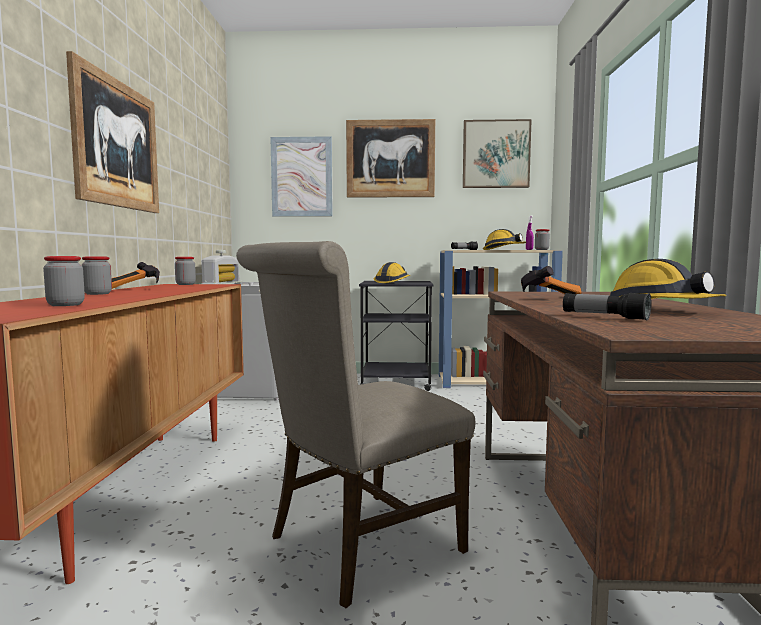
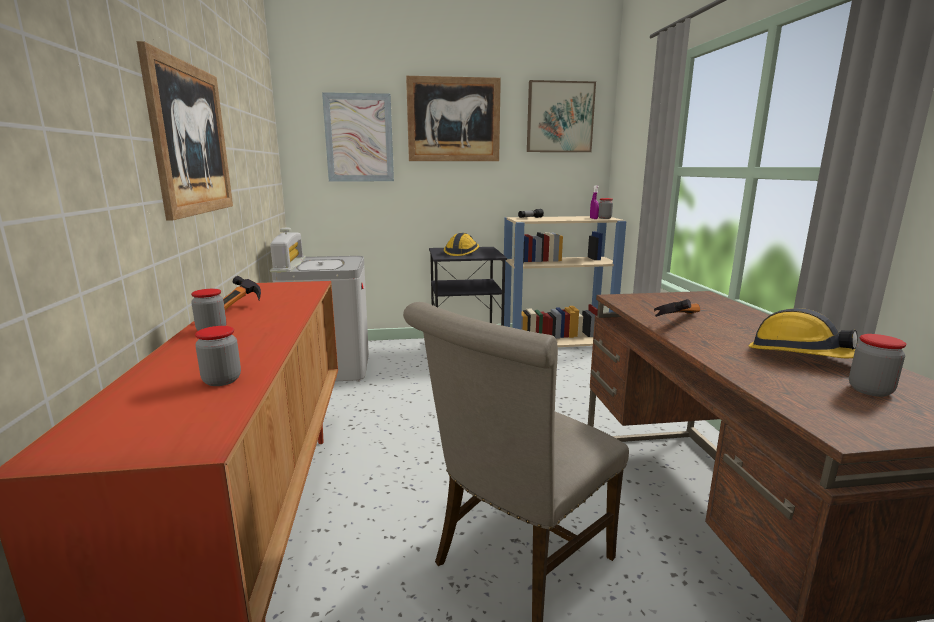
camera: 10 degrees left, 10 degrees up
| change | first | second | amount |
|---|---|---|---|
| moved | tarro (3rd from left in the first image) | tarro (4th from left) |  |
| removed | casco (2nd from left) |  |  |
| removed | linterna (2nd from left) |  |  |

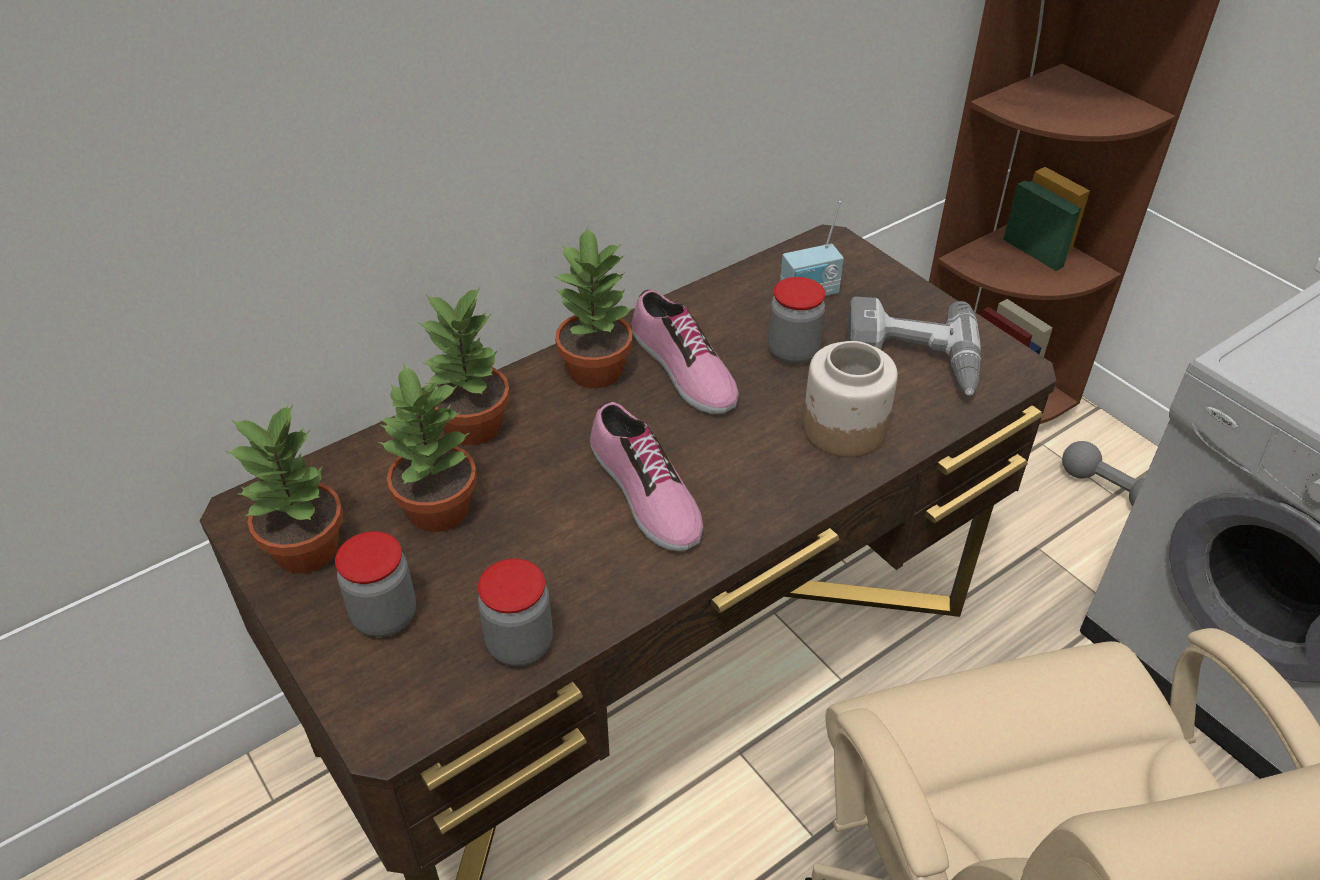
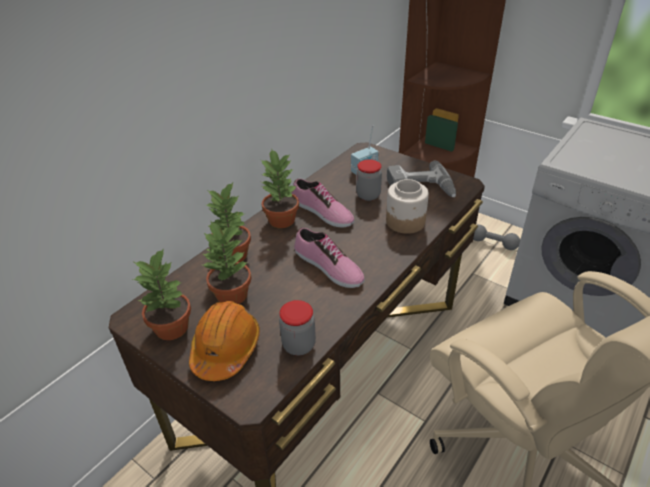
camera: 15 degrees left, 5 degrees down
| change | first | second | amount |
|---|---|---|---|
| replaced | tarro (1st from left) | casco [naranja] |  |

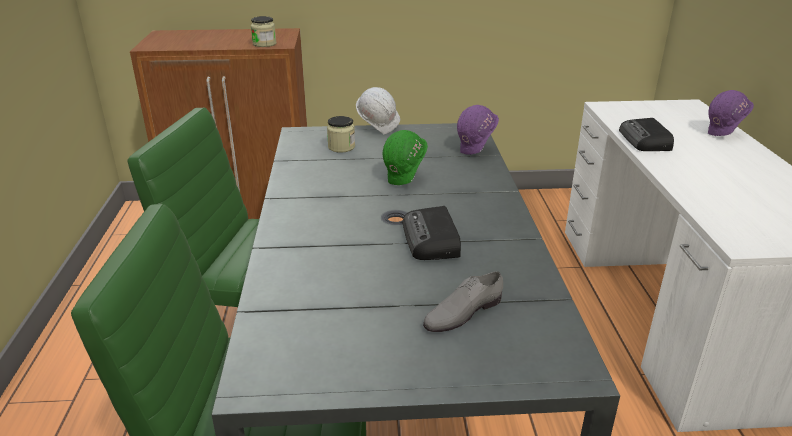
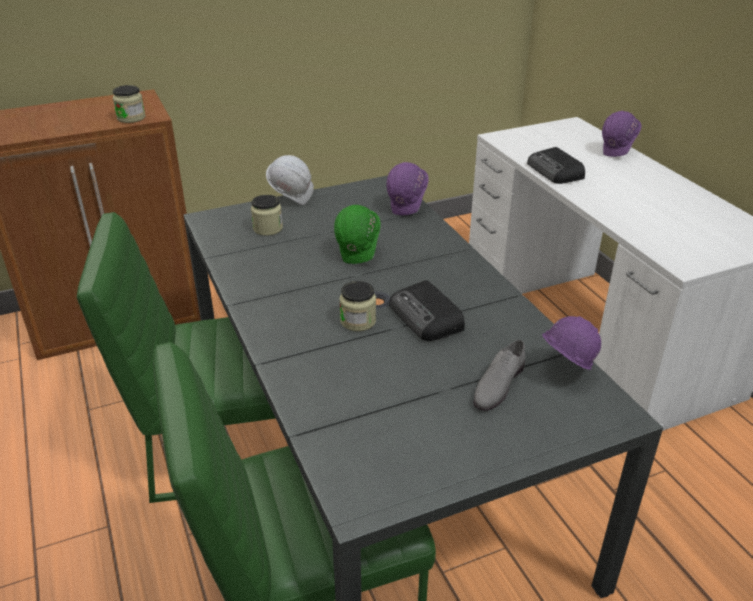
camera: 20 degrees left, 5 degrees up
| change | first | second | amount |
|---|---|---|---|
| added |  | tarro (3rd from left) |  |
| added |  | casco [morado] (2nd from left) |  |

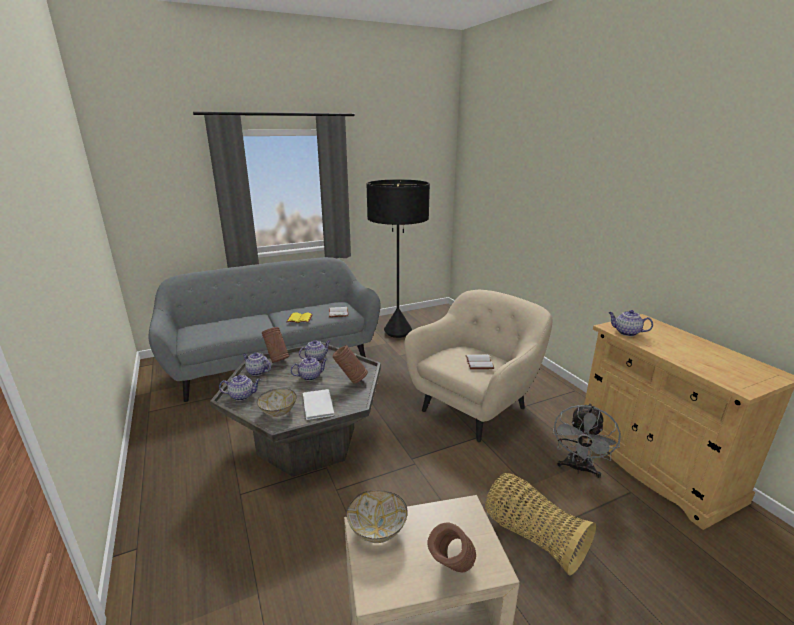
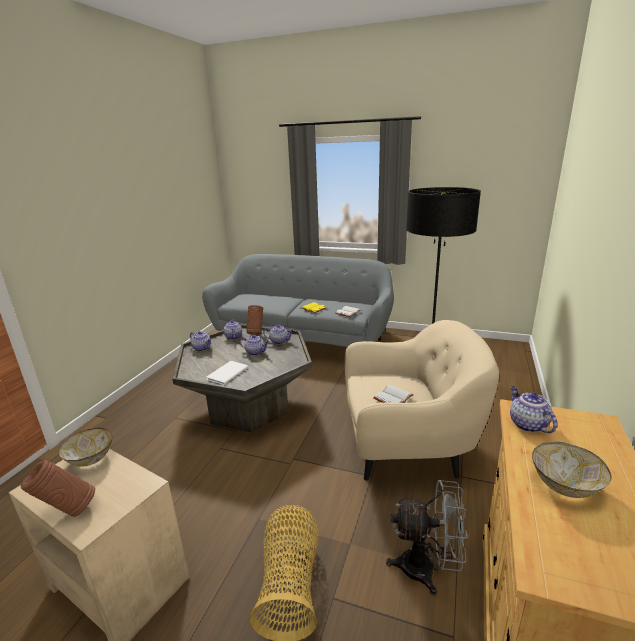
camera: 45 degrees right, 0 degrees up
| change | first | second | amount |
|---|---|---|---|
| turned | ventilador [gris] |  | 150 degrees counterclockwise |
| moved | cuenco (1st from left in the first image) | cuenco (2nd from left) |  |
| removed | florero [marrón] (2nd from left) |  |  |

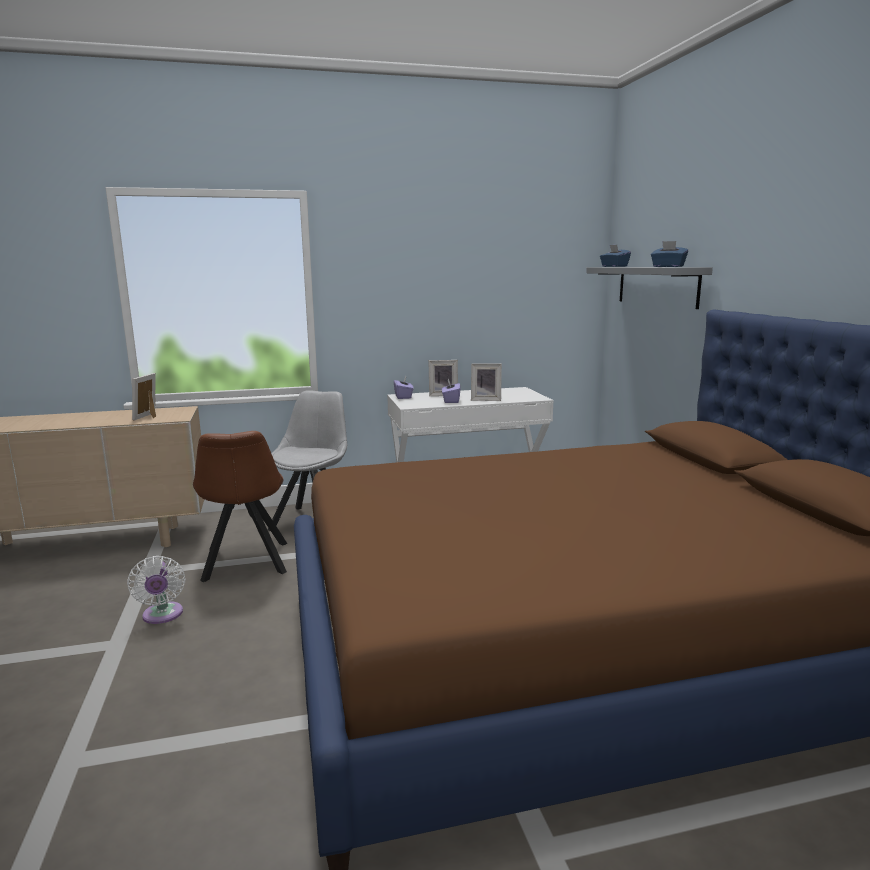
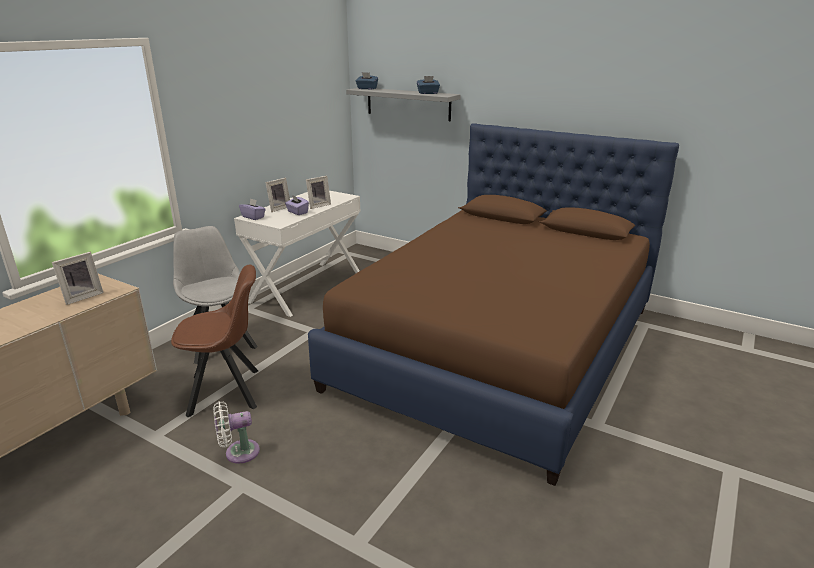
camera: 45 degrees left, 10 degrees up
| change | first | second | amount |
|---|---|---|---|
| turned | portarretratos (1st from left) |  | 105 degrees counterclockwise |
| turned | silla [marrón] |  | 45 degrees counterclockwise |
| turned | ventilador [blanco] |  | 135 degrees clockwise |

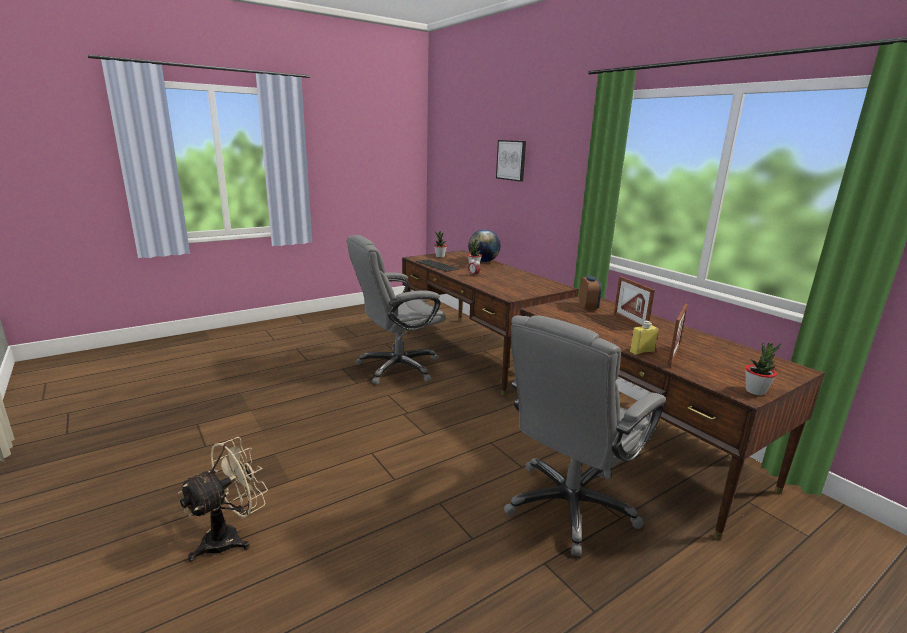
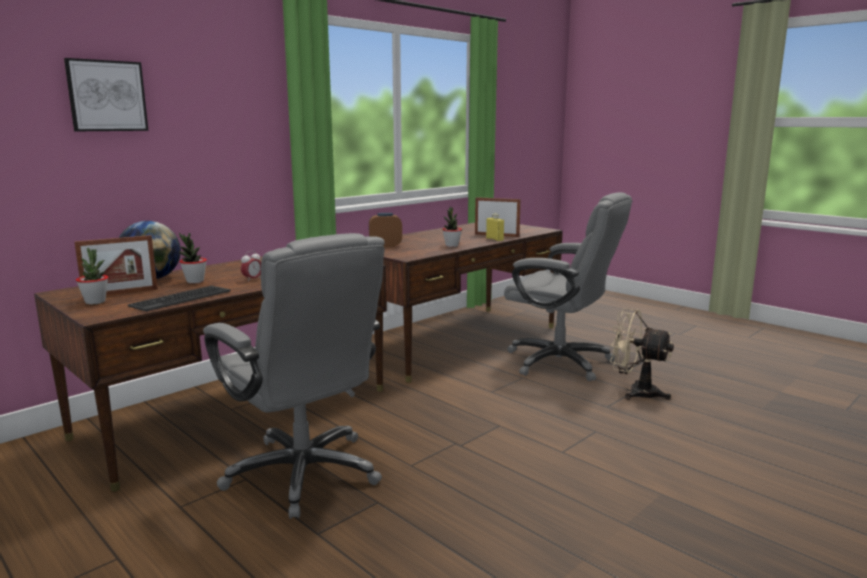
camera: 100 degrees left, 5 degrees down
| change | first | second | amount |
|---|---|---|---|
| moved | portarretratos (1st from left) |  |  |
| moved | planta en maceta (3rd from left) |  |  |
| moved | ventilador [beis] |  |  |

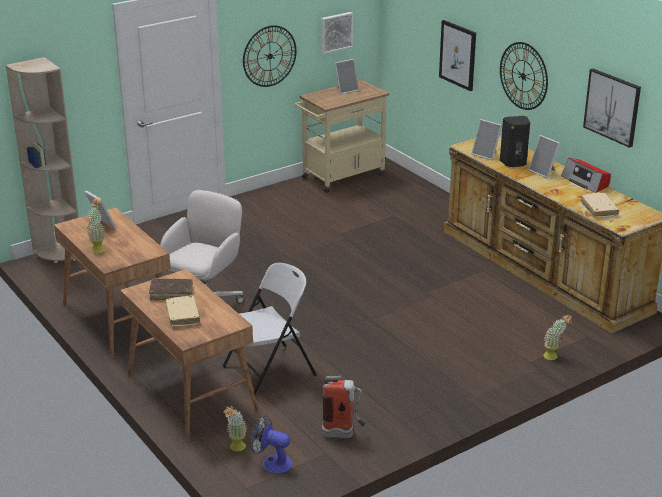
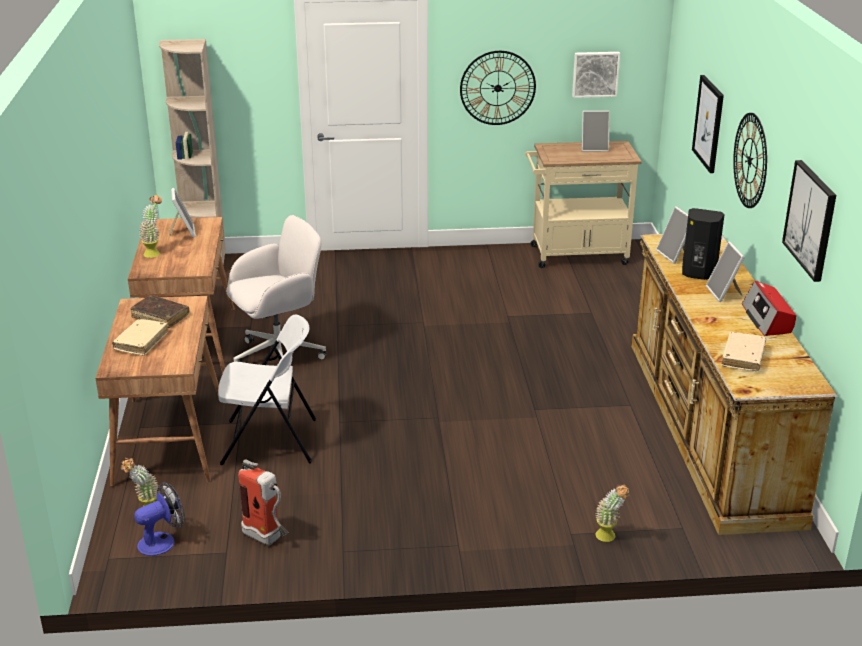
camera: 30 degrees right, 0 degrees up
| change | first | second | amount |
|---|---|---|---|
| turned | ventilador |  | 90 degrees clockwise |

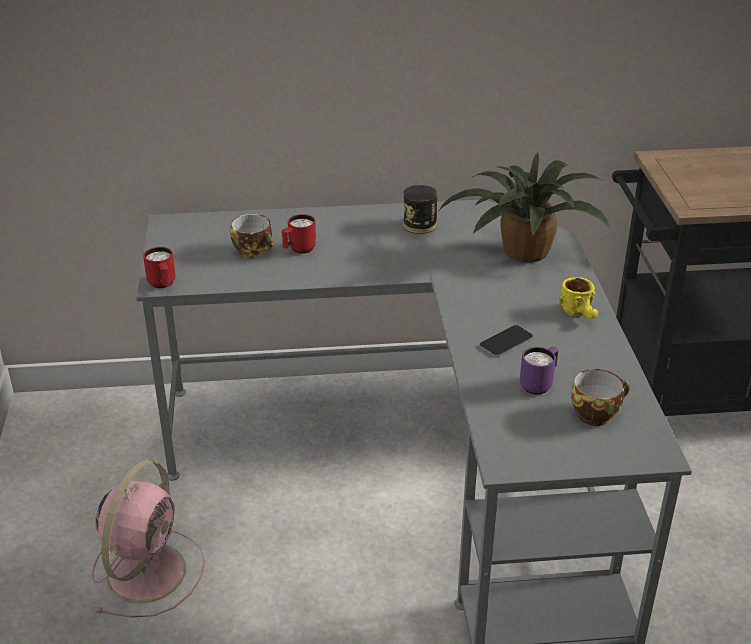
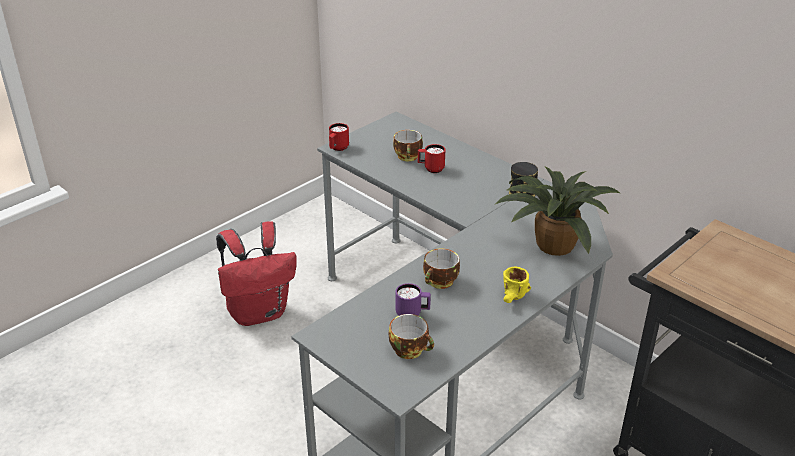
camera: 50 degrees right, 0 degrees up
| change | first | second | amount |
|---|---|---|---|
| replaced | ventilador [rosa] | mochila [rojo] |  |
| replaced | móvil | taza (3rd from left) |  |

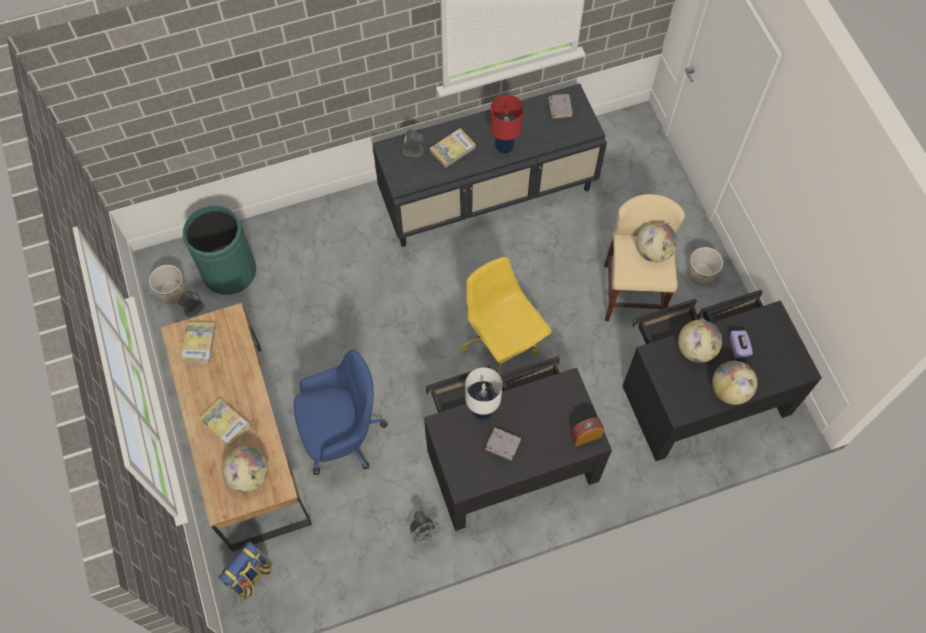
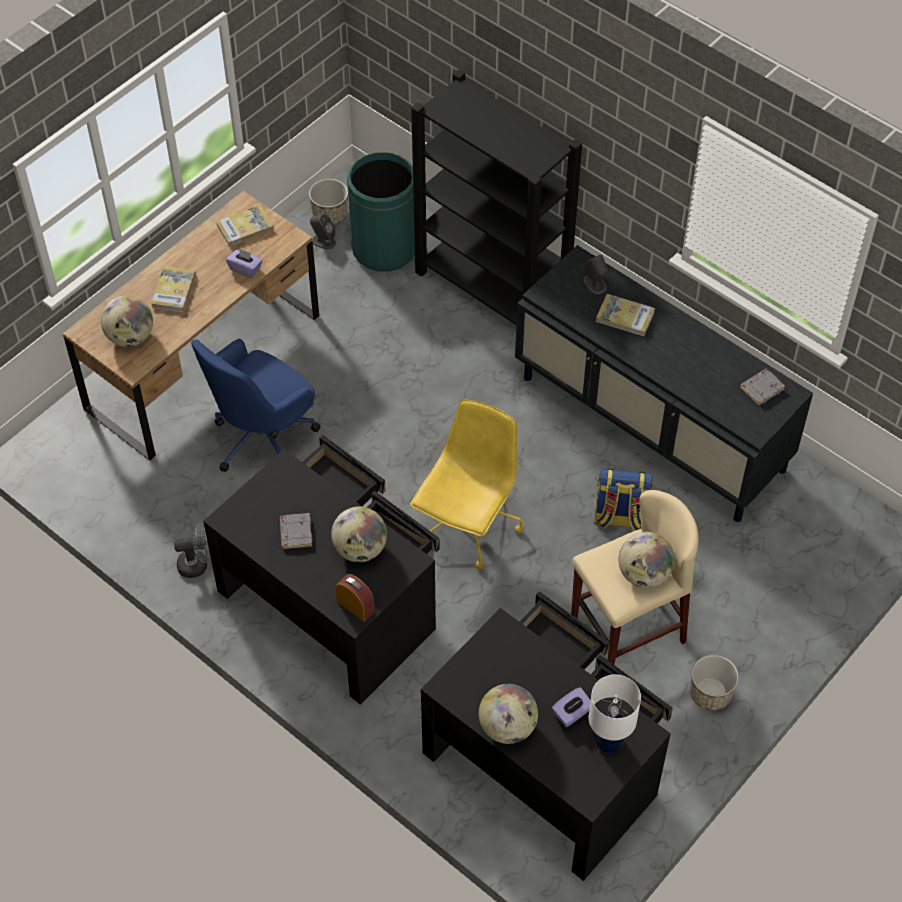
camera: 60 degrees right, 10 degrees down
| change | first | second | amount |
|---|---|---|---|
| turned | ventilador [gris] |  | 135 degrees counterclockwise |
| turned | silla de oficina [azul] |  | 90 degrees clockwise |
| added |  | caja de pañuelos [morado] (1st from left) |  |
| moved | globo terráqueo (3rd from left in the first image) | globo terráqueo (2nd from left) |  |
| added |  | estantería [negro] |  |
| moved | lámpara de mesa [blanco] |  |  |
| moved | mochila |  |  |
| removed | lámpara de mesa [rojo] |  |  |

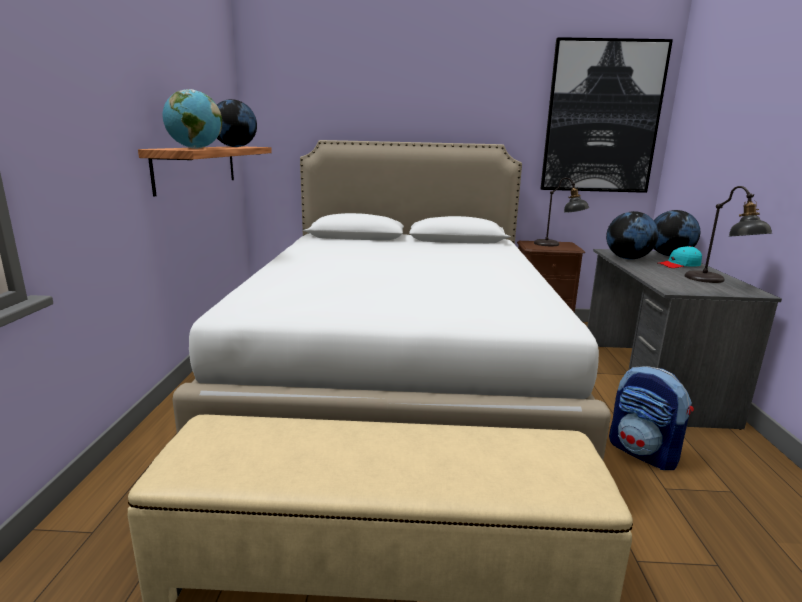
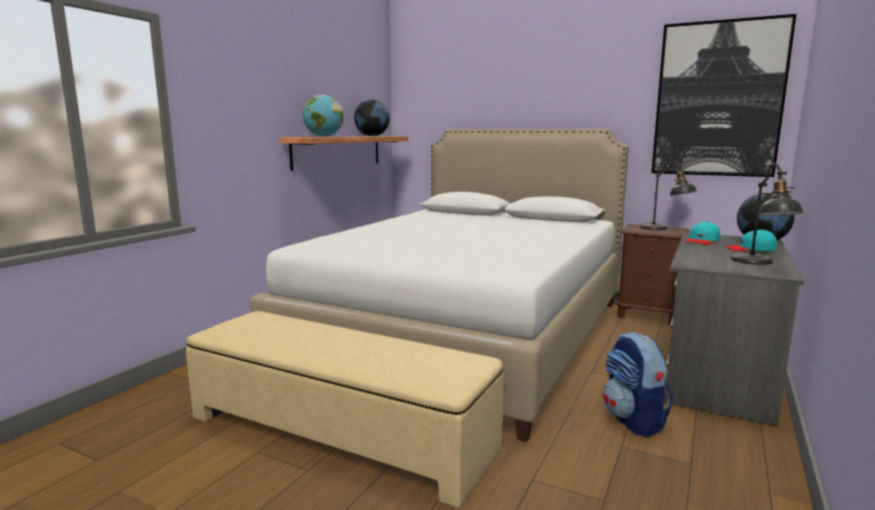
camera: 25 degrees right, 5 degrees down
| change | first | second | amount |
|---|---|---|---|
| replaced | globo terráqueo (3rd from left) | gorra [turquesa] (1st from left) |  |

